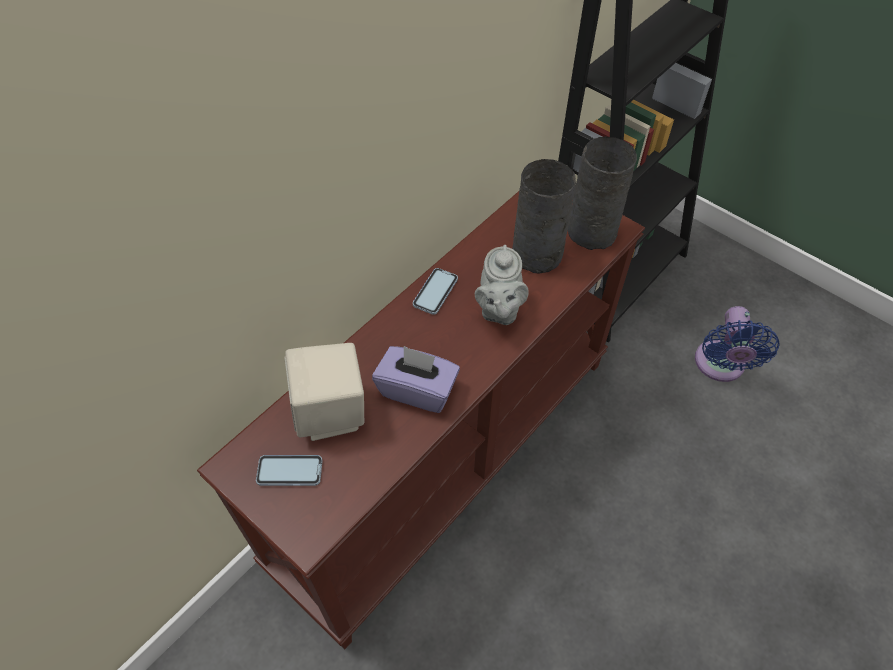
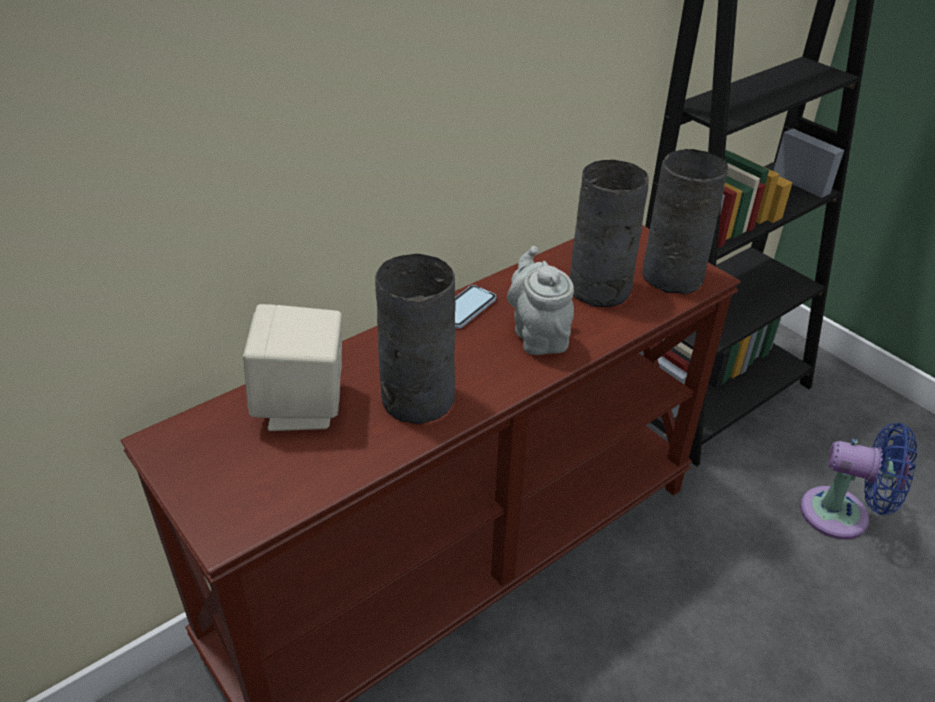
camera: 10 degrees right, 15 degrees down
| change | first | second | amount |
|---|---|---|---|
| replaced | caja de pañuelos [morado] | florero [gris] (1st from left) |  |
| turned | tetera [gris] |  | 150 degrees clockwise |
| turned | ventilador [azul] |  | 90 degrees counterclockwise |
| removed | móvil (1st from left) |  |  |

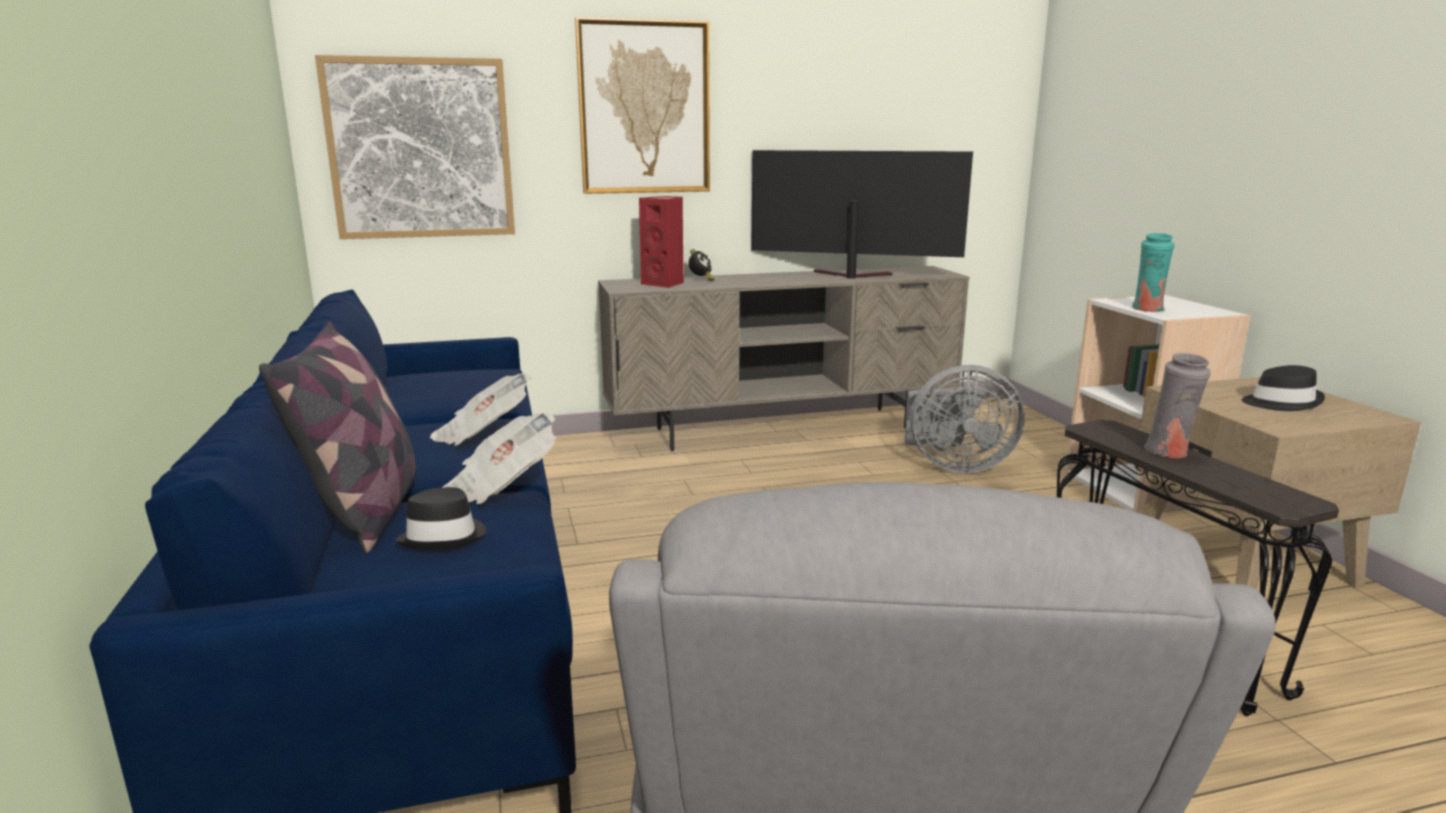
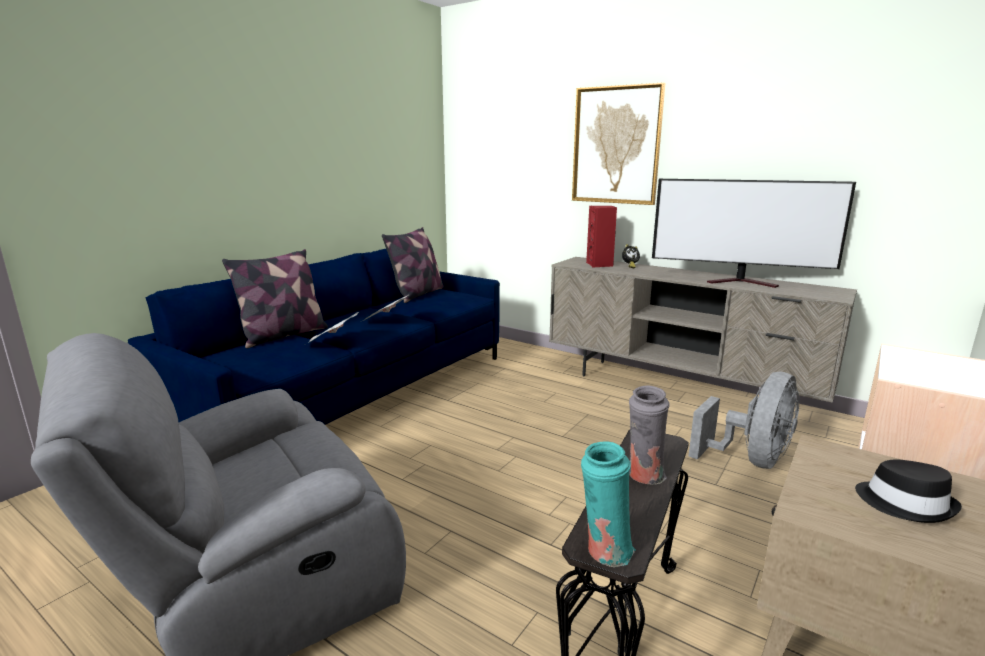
camera: 50 degrees right, 0 degrees up
| change | first | second | amount |
|---|---|---|---|
| added |  | cojín (2nd from left) |  |
| moved | florero [turquesa] |  |  |
| turned | televisor |  | 135 degrees clockwise |
| turned | ventilador [gris] |  | 105 degrees counterclockwise |
| removed | cuadro (1st from left) |  |  |
| removed | sombrero [negro] (1st from left) |  |  |

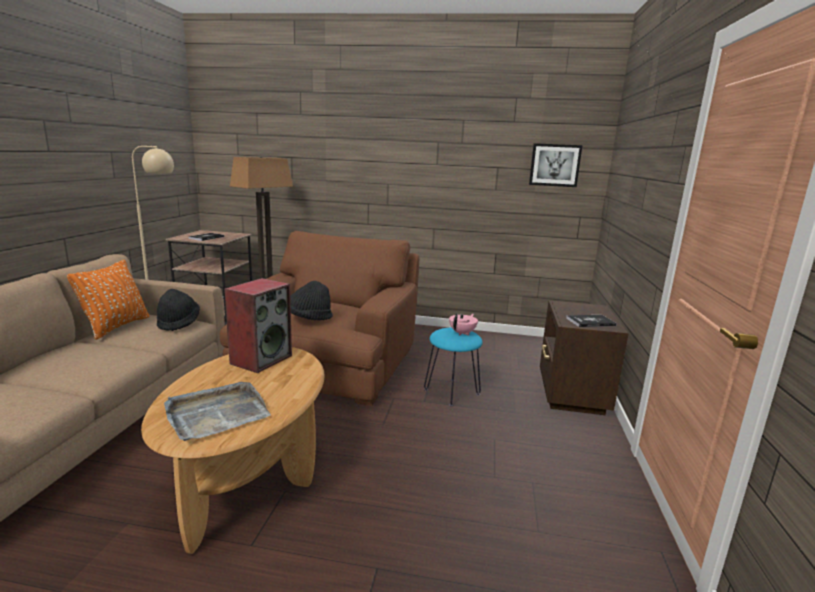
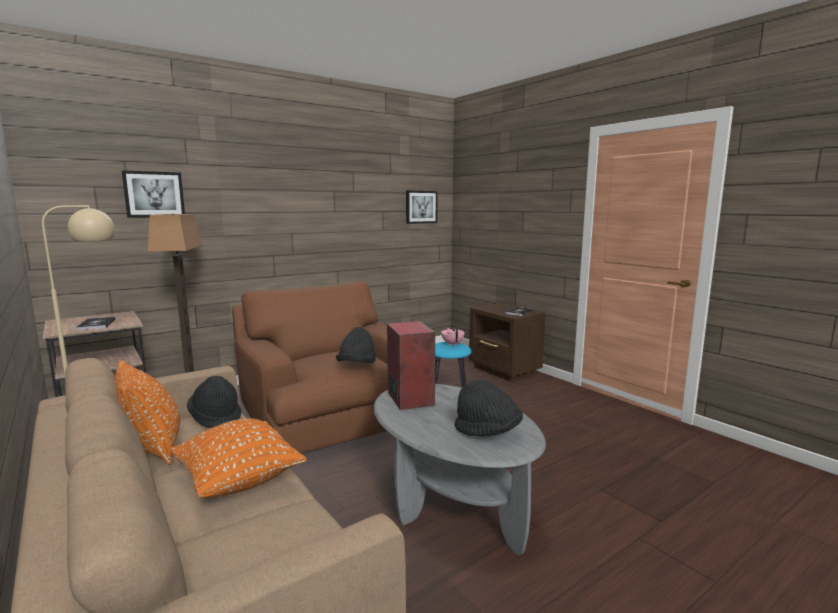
camera: 45 degrees left, 5 degrees down
| change | first | second | amount |
|---|---|---|---|
| added |  | cuadro (1st from left) |  |
| added |  | cojín [naranja] (2nd from left) |  |
| recoloured | mesa de centro [marrón] | mesa de centro [gris] |  |
| replaced | bandeja [gris] | sombrero [negro] (3rd from left) |  |

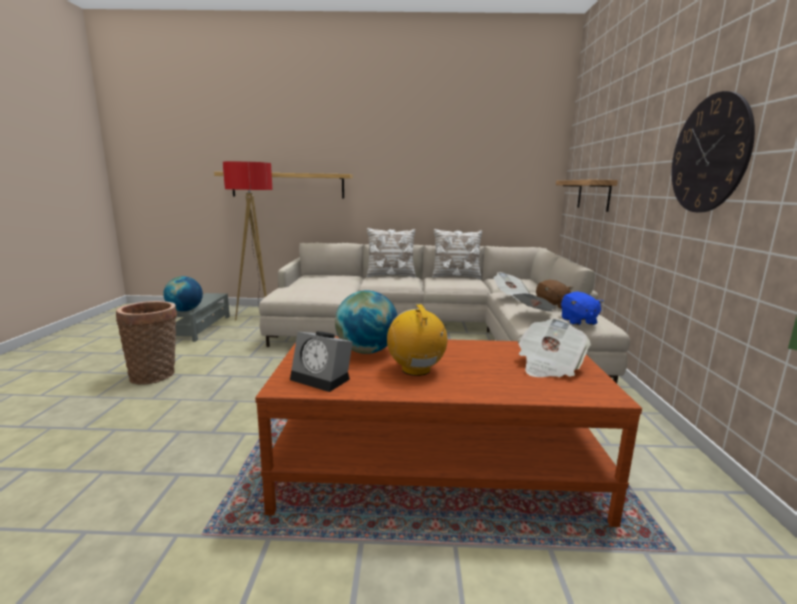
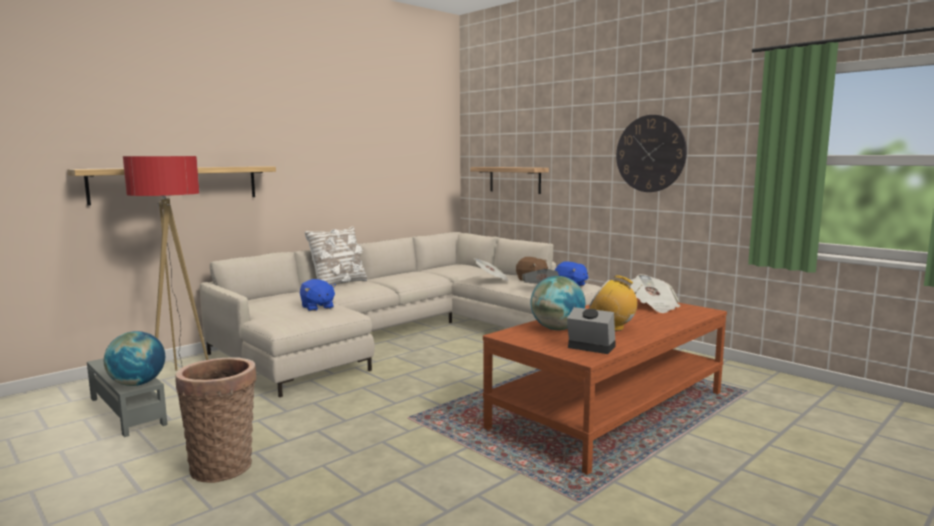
camera: 45 degrees left, 5 degrees down
| change | first | second | amount |
|---|---|---|---|
| added |  | peluche [azul] (1st from left) |  |
| turned | despertador |  | 135 degrees counterclockwise |
| removed | cojín [blanco] (2nd from left) |  |  |

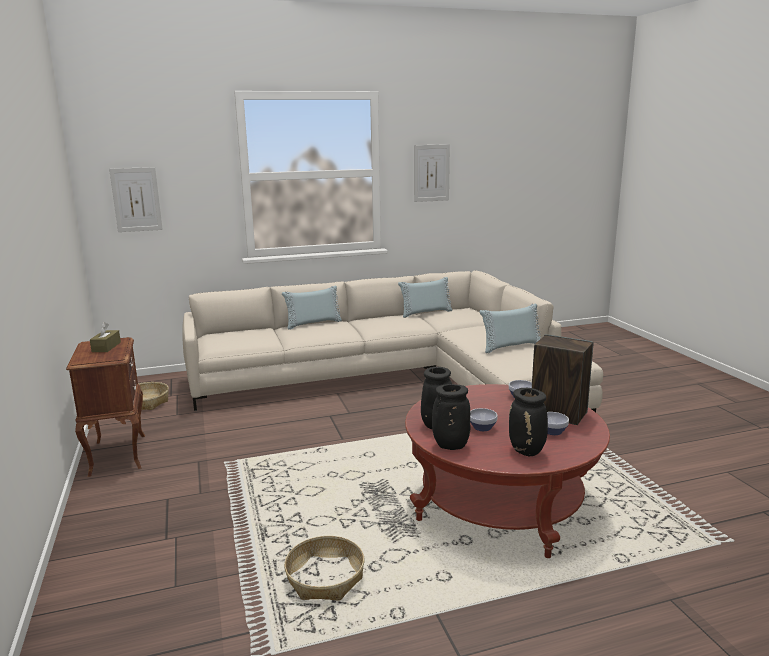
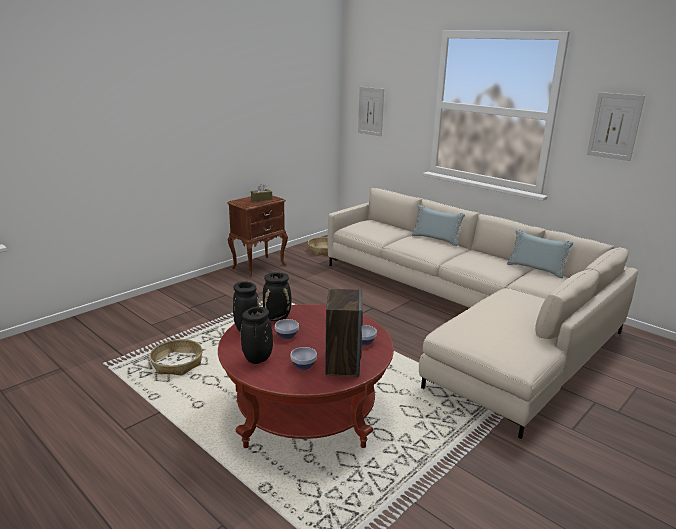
camera: 60 degrees right, 5 degrees up
| change | first | second | amount |
|---|---|---|---|
| removed | cojín [azul] (3rd from left) |  |  |

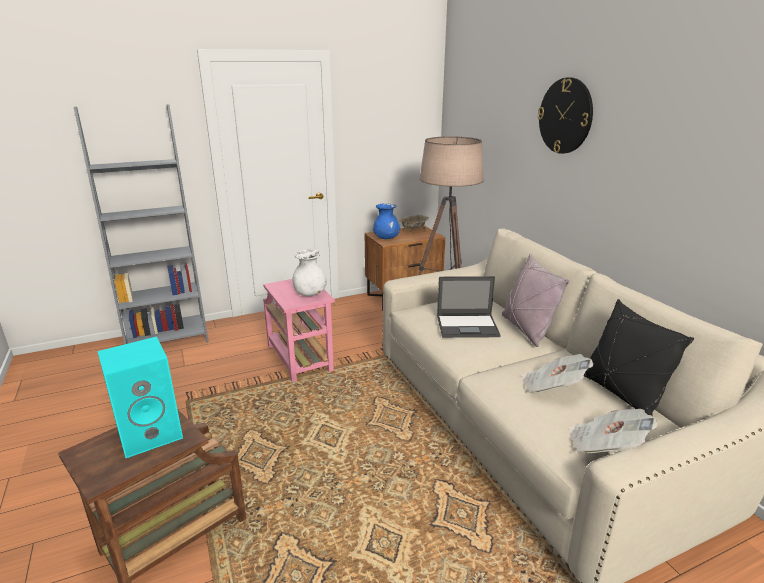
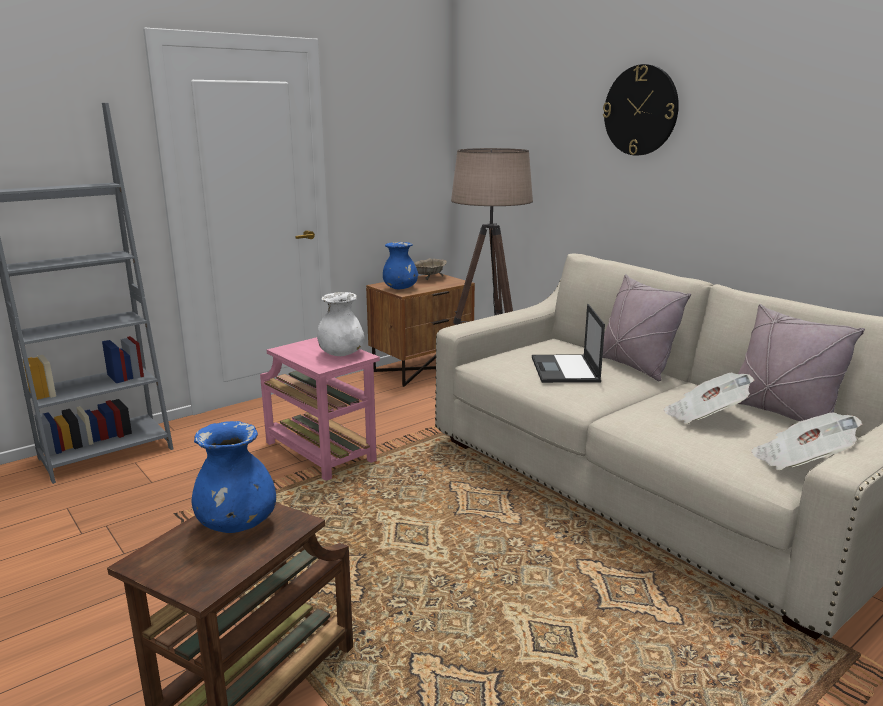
camera: 15 degrees left, 5 degrees down
| change | first | second | amount |
|---|---|---|---|
| replaced | altavoz [turquesa] | florero [azul] (1st from left) |  |
| turned | portátil |  | 105 degrees clockwise |
| recoloured | cojín [negro] | cojín [morado] (2nd from left) |  |

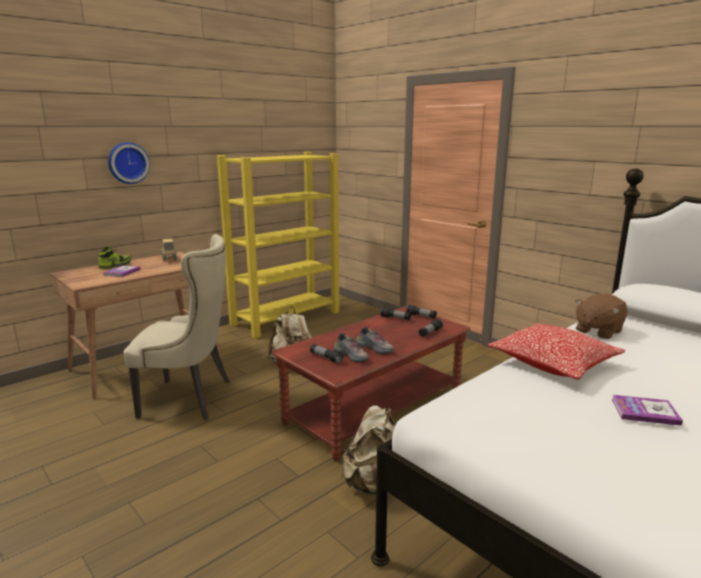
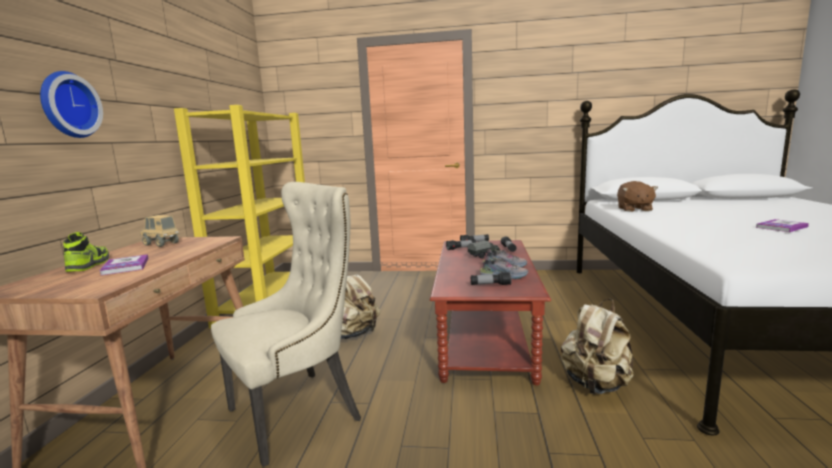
camera: 40 degrees left, 5 degrees down
| change | first | second | amount |
|---|---|---|---|
| added |  | camión de juguete (2nd from left) |  |
| removed | cojín |  |  |

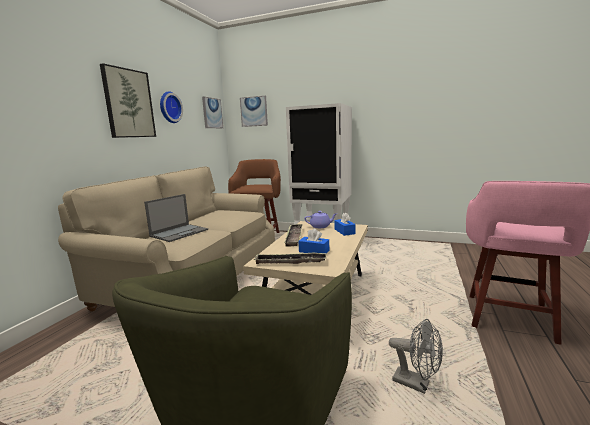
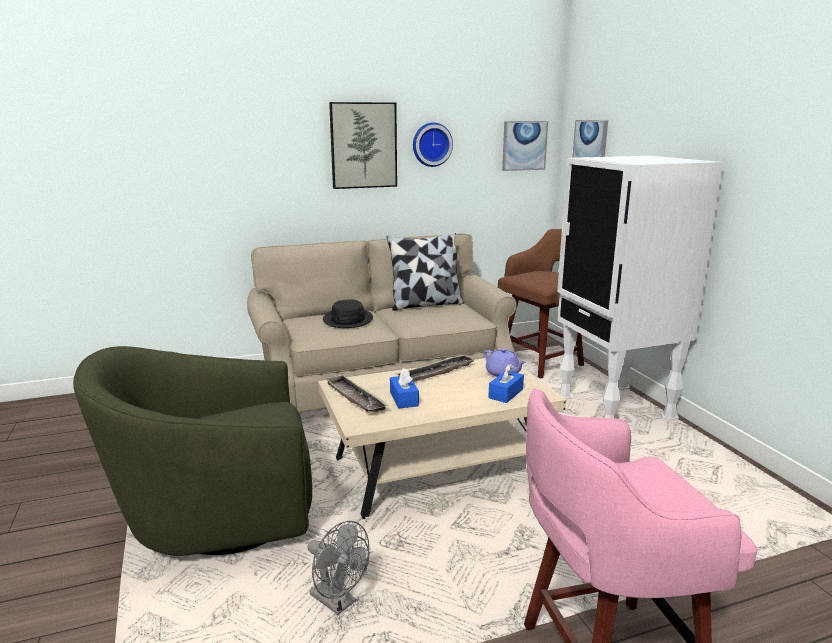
camera: 50 degrees right, 5 degrees up
| change | first | second | amount |
|---|---|---|---|
| turned | ventilador [gris] |  | 45 degrees counterclockwise |
| replaced | portátil | sombrero [negro] |  |
| added |  | cojín |  |

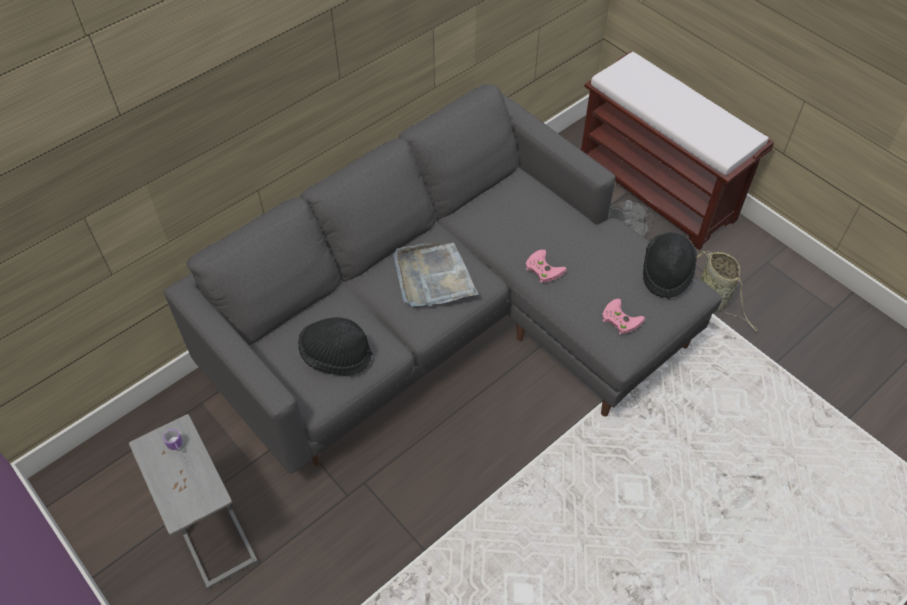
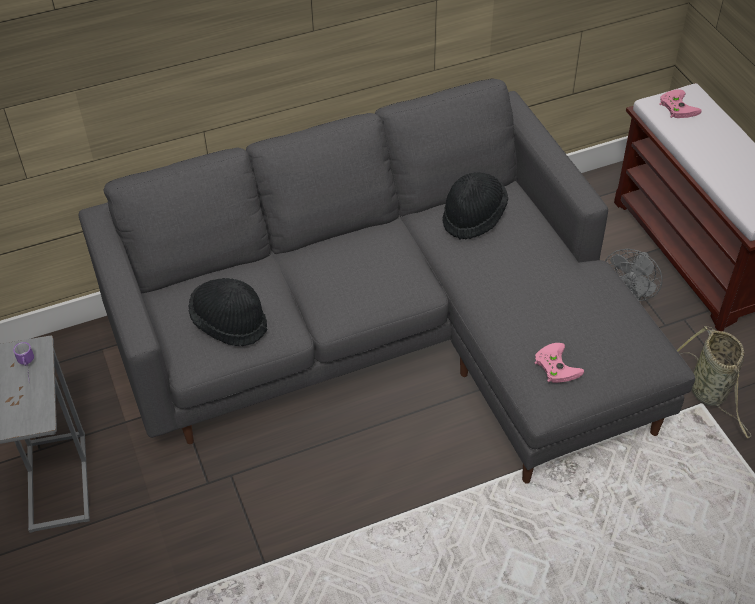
camera: 20 degrees right, 5 degrees down
| change | first | second | amount |
|---|---|---|---|
| moved | sombrero [negro] (2nd from left) |  |  |
| moved | mando de consola [rosa] (1st from left in the first image) | mando de consola [rosa] (2nd from left) |  |
| removed | bandeja [gris] |  |  |

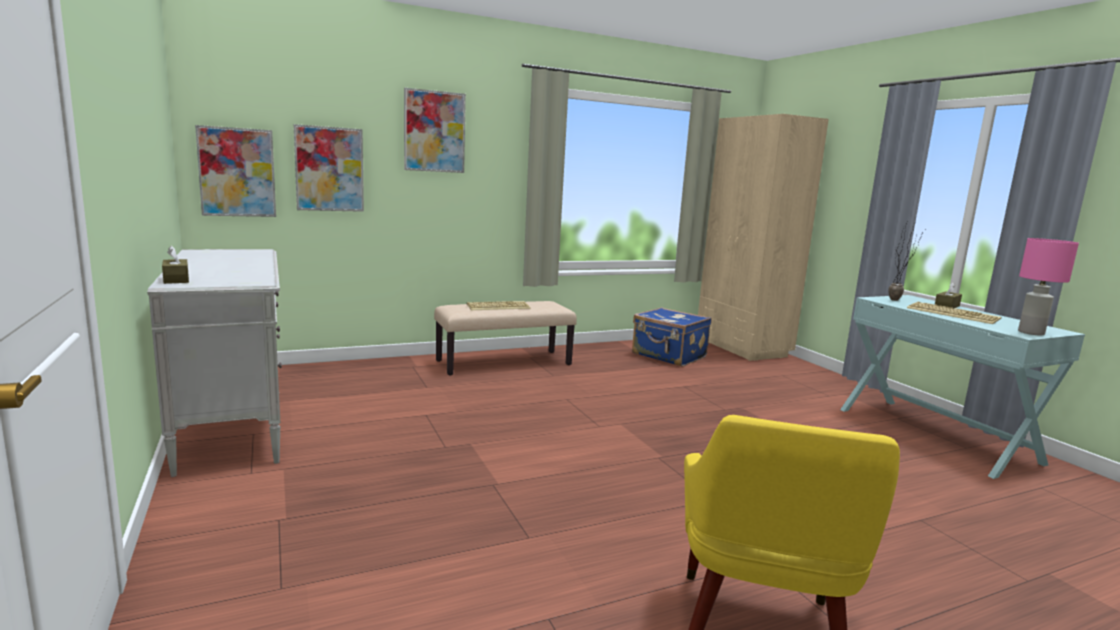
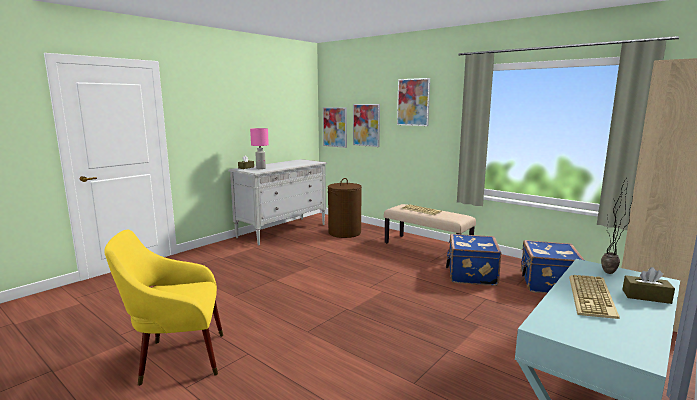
camera: 65 degrees right, 0 degrees up
| change | first | second | amount |
|---|---|---|---|
| moved | lámpara de mesa [rosa] |  |  |
| added |  | cesto de la ropa [marrón] |  |
| added |  | maleta [azul] (1st from left) |  |

